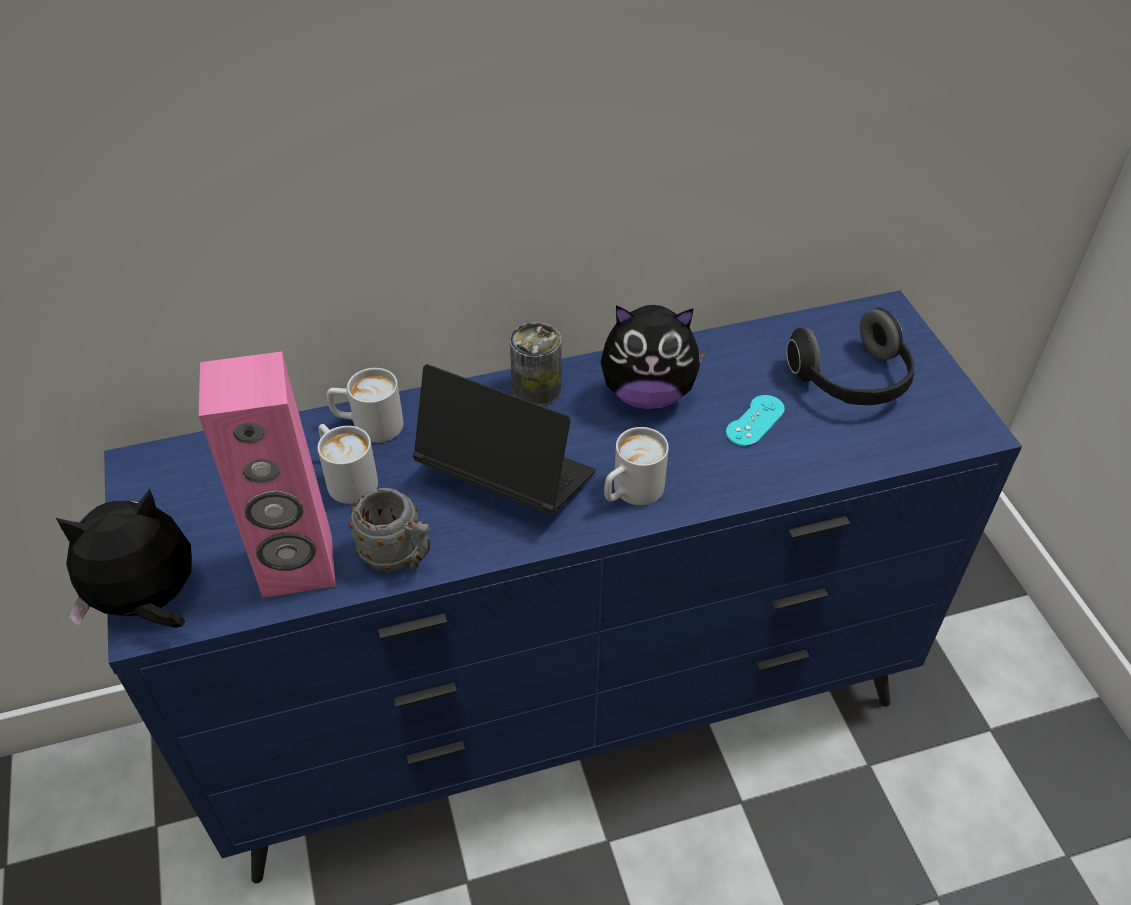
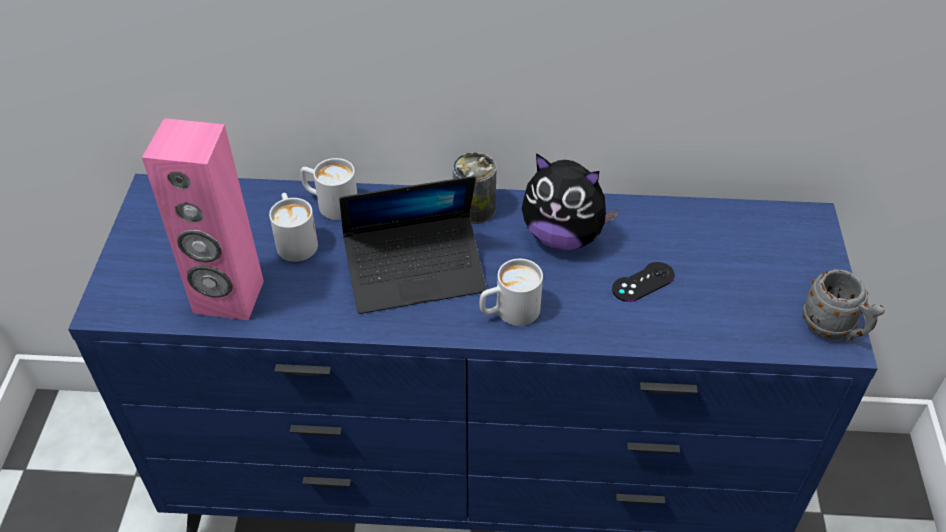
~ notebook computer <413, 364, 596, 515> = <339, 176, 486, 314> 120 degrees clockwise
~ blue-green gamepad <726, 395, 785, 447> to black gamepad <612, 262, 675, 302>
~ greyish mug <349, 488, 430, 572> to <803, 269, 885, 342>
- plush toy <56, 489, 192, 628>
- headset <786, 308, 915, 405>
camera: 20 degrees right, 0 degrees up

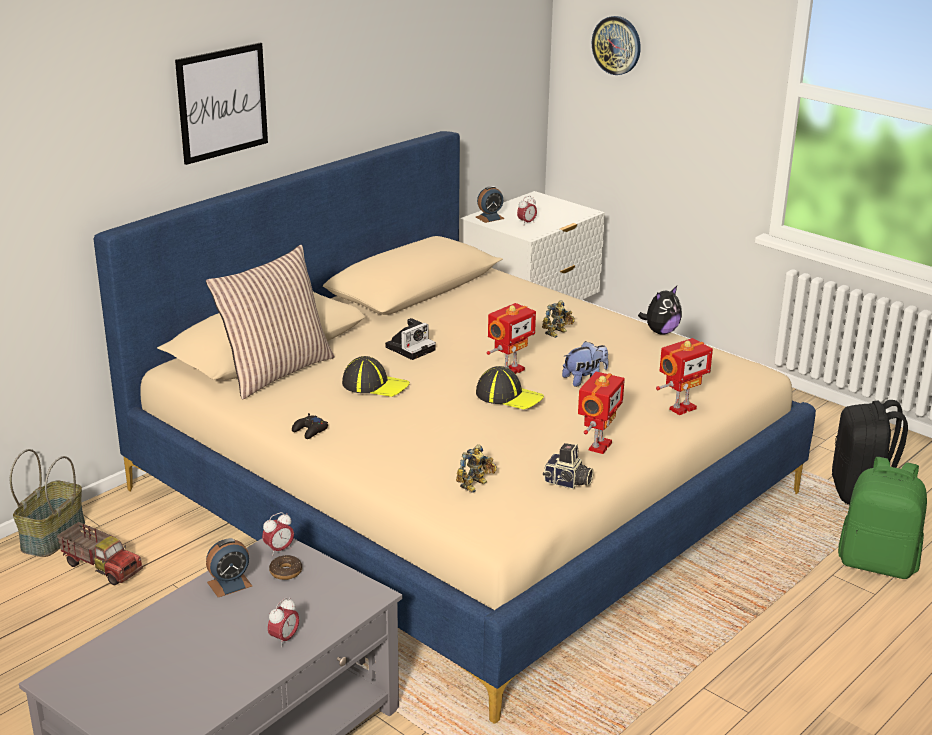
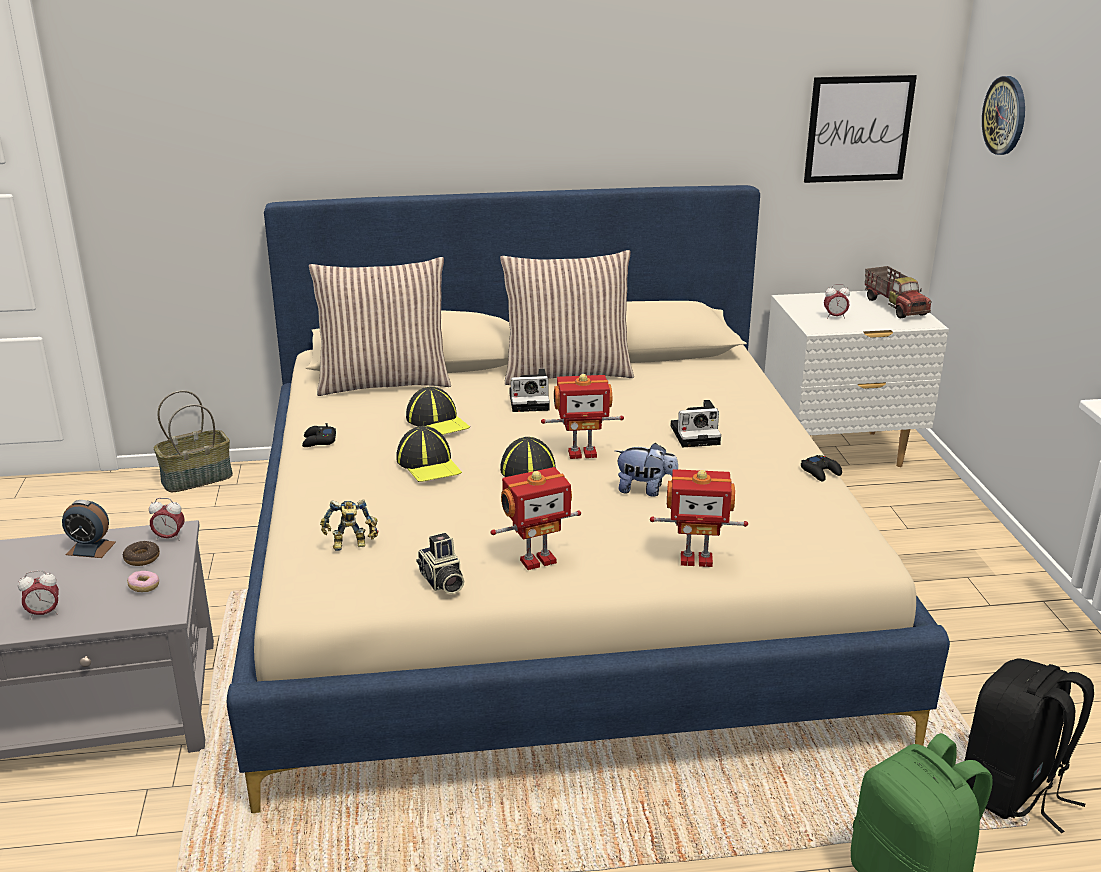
+ ring doughnut <127, 571, 159, 592>
+ baseball cap <396, 426, 462, 482>
+ throw pillow <500, 250, 634, 385>
~ toy robot <542, 300, 575, 338> to photo camera <671, 400, 721, 447>
~ plush toy <638, 286, 682, 335> to black gamepad <801, 455, 842, 482>
~ wall art <175, 43, 268, 165> to <804, 75, 917, 183>
~ toy truck <57, 522, 143, 585> to <865, 266, 932, 318>
- bedside clock <476, 186, 505, 223>
camera: 40 degrees right, 0 degrees up

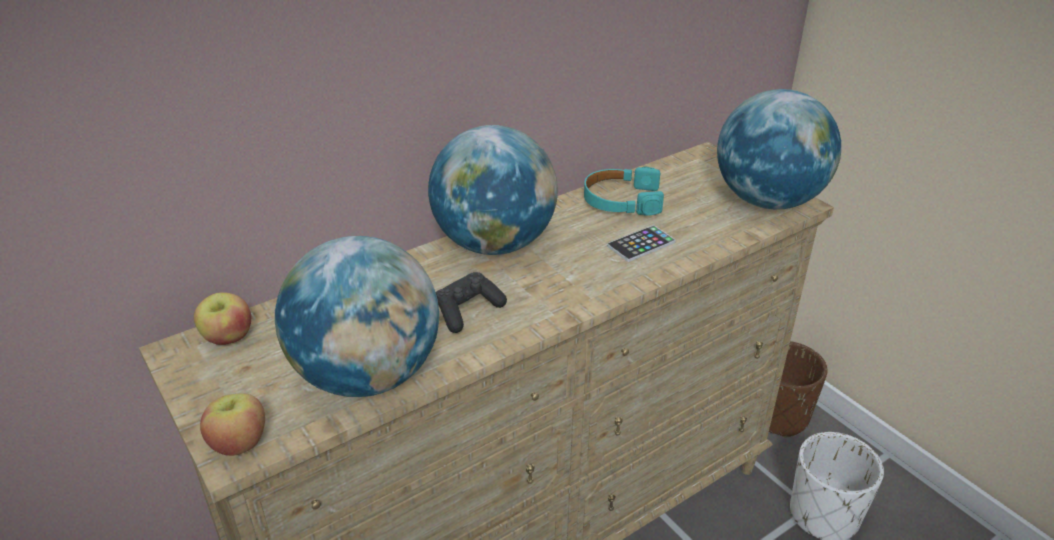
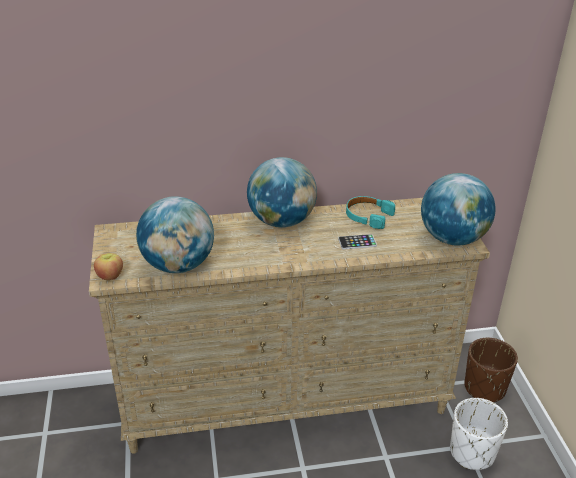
- whole apple <194, 292, 251, 345>
- black gamepad <436, 272, 507, 333>
camera: 25 degrees right, 0 degrees up

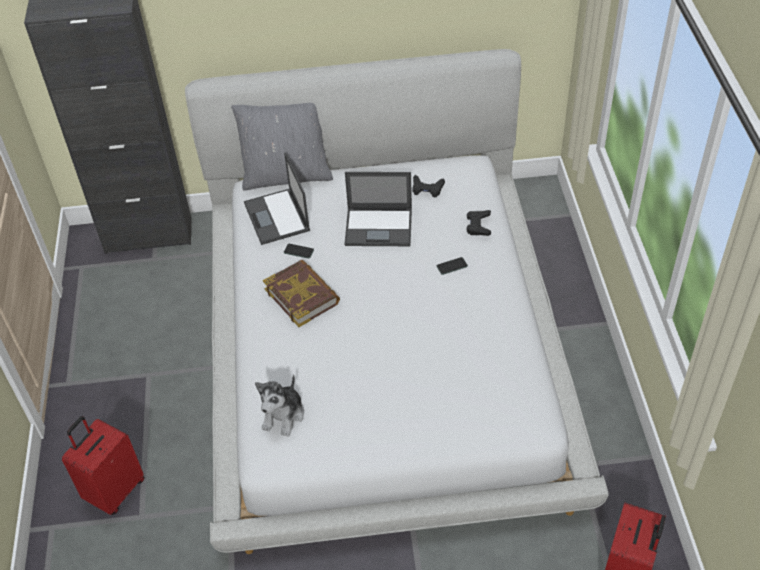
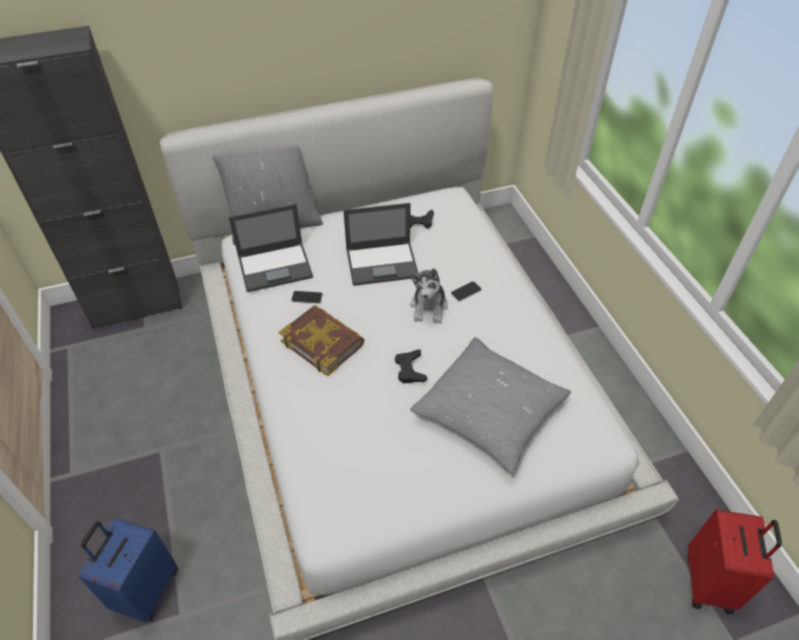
~ red piece of luggage <62, 416, 145, 515> to blue-coloured piece of luggage <79, 518, 178, 623>
~ notebook computer <244, 152, 310, 245> = <229, 204, 313, 292> 75 degrees counterclockwise
~ black gamepad <467, 210, 491, 236> to <395, 350, 427, 383>
~ plush toy <255, 374, 304, 437> to <410, 268, 448, 323>
+ greyish throw pillow <410, 337, 571, 474>
camera: 15 degrees left, 0 degrees up

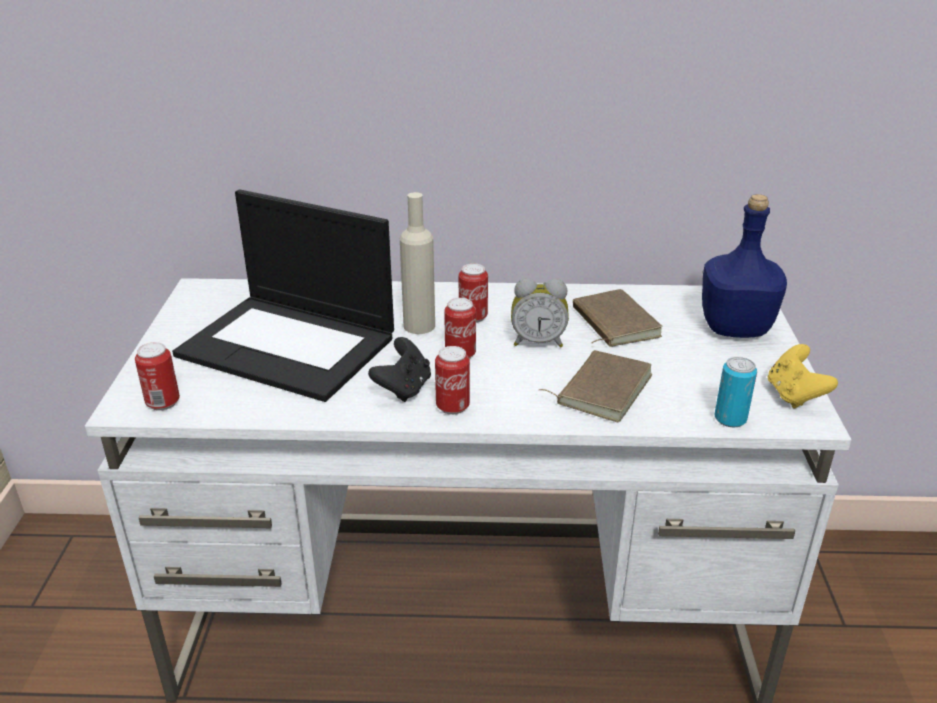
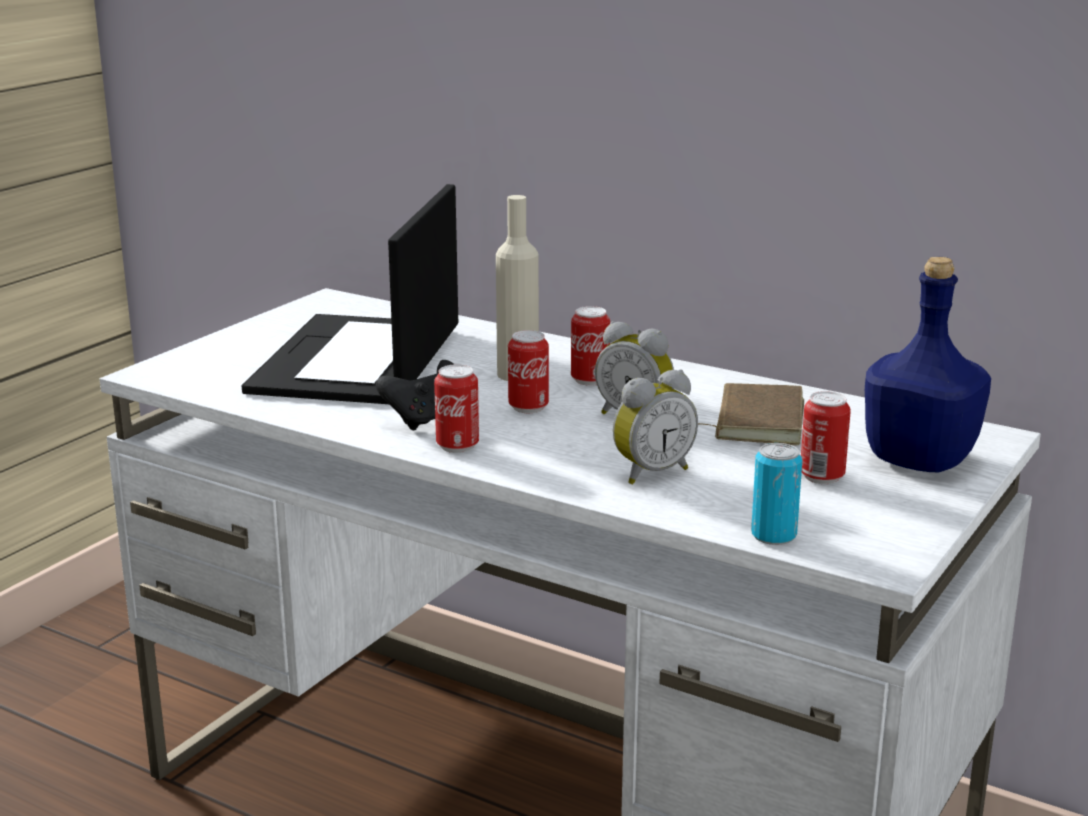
~ notebook computer <172, 189, 394, 402> = <242, 184, 458, 404> 45 degrees clockwise
~ brownish bound book <539, 350, 652, 422> to bedside clock <613, 369, 698, 485>
~ can <135, 342, 180, 411> to <801, 391, 851, 484>
- yellow gamepad <768, 344, 838, 409>
camera: 30 degrees right, 10 degrees down

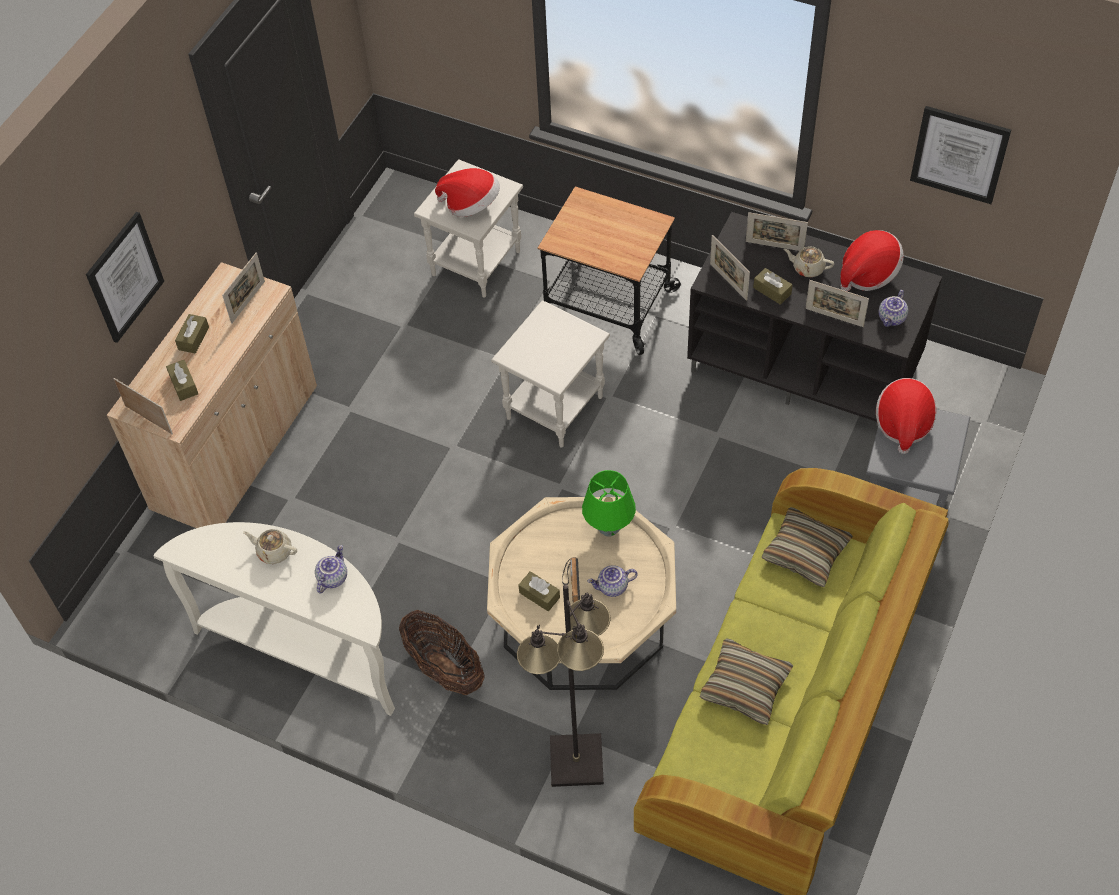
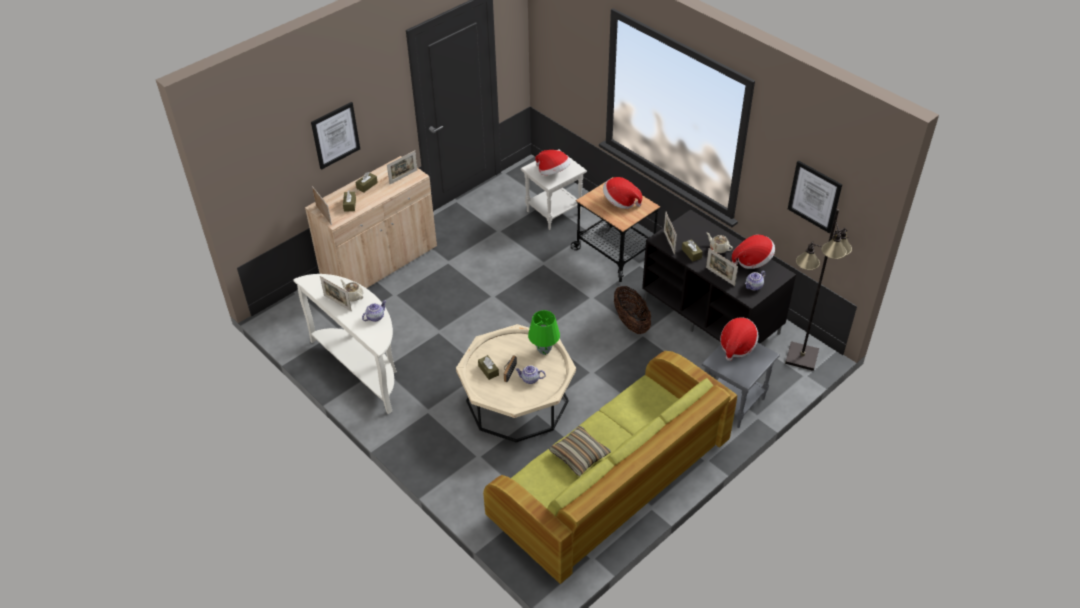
~ picture frame <746, 212, 808, 251> to <320, 276, 352, 311>
+ hat <603, 177, 642, 209>
~ basket <399, 610, 485, 695> to <614, 286, 651, 334>
~ black standing lamp <517, 585, 611, 787> to <785, 209, 852, 371>
- white-coloured side table <491, 300, 610, 448>
- throw pillow <761, 507, 853, 587>
camera: 20 degrees right, 10 degrees down

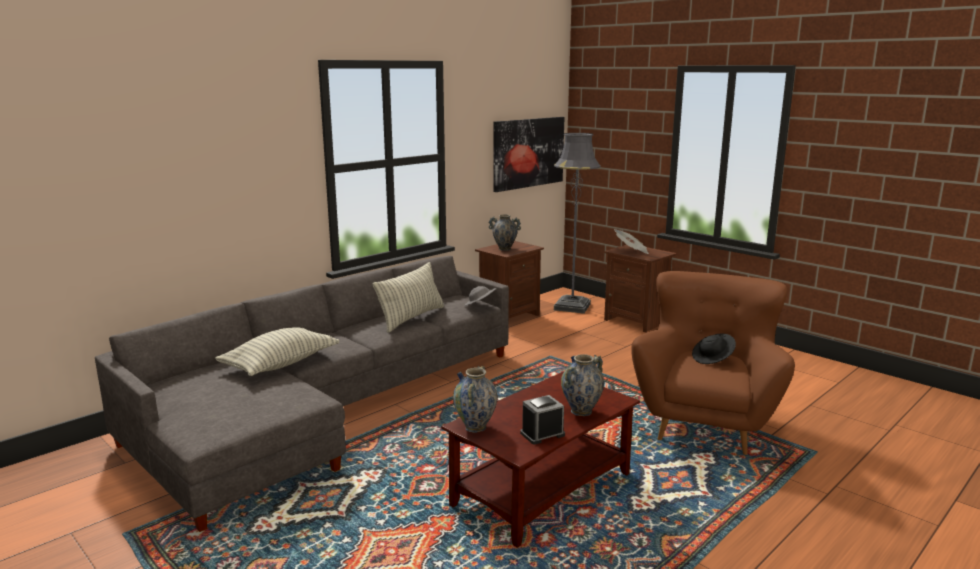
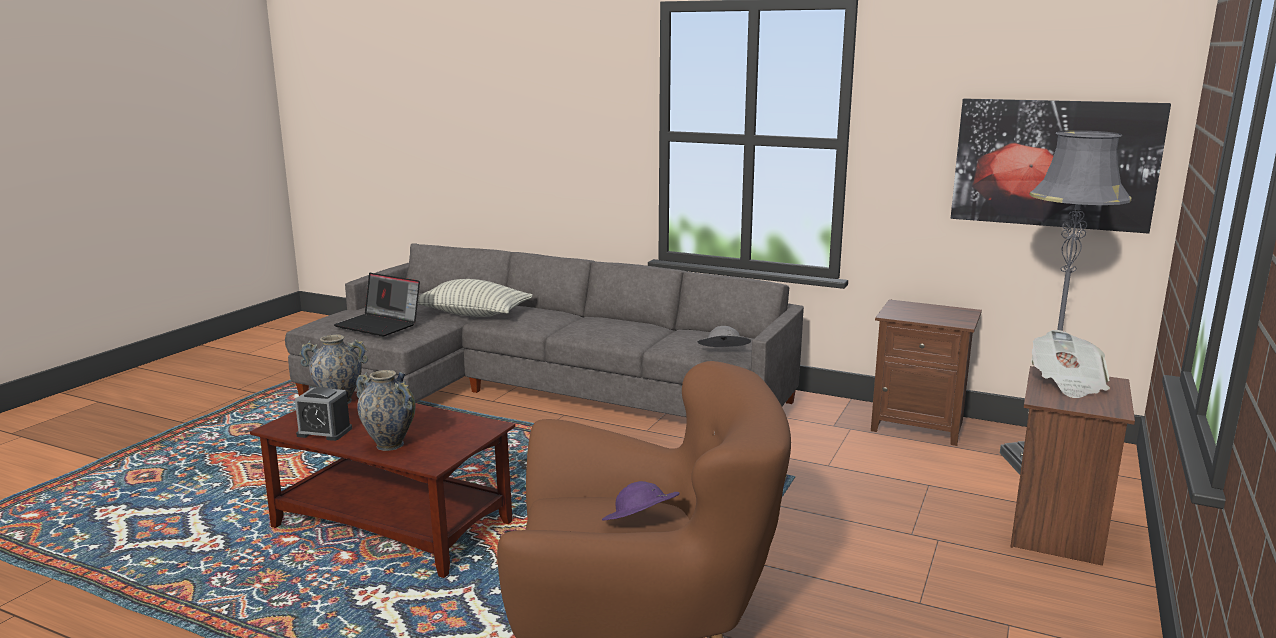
~ bedside clock <520, 395, 565, 444> = <295, 387, 352, 441> 150 degrees clockwise
+ notebook computer <334, 273, 420, 336>
~ black hat <692, 334, 736, 364> to purple hat <602, 481, 680, 521>
- throw pillow <373, 262, 444, 333>
- flower vase <489, 215, 521, 251>
camera: 70 degrees right, 0 degrees up

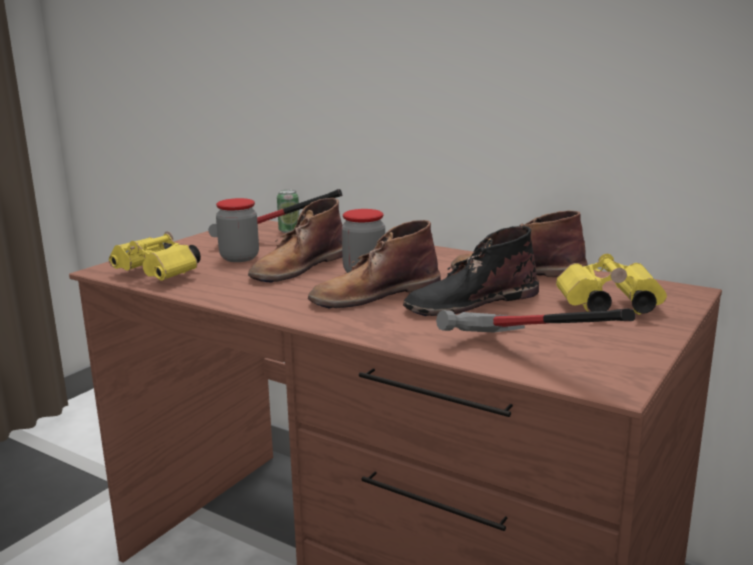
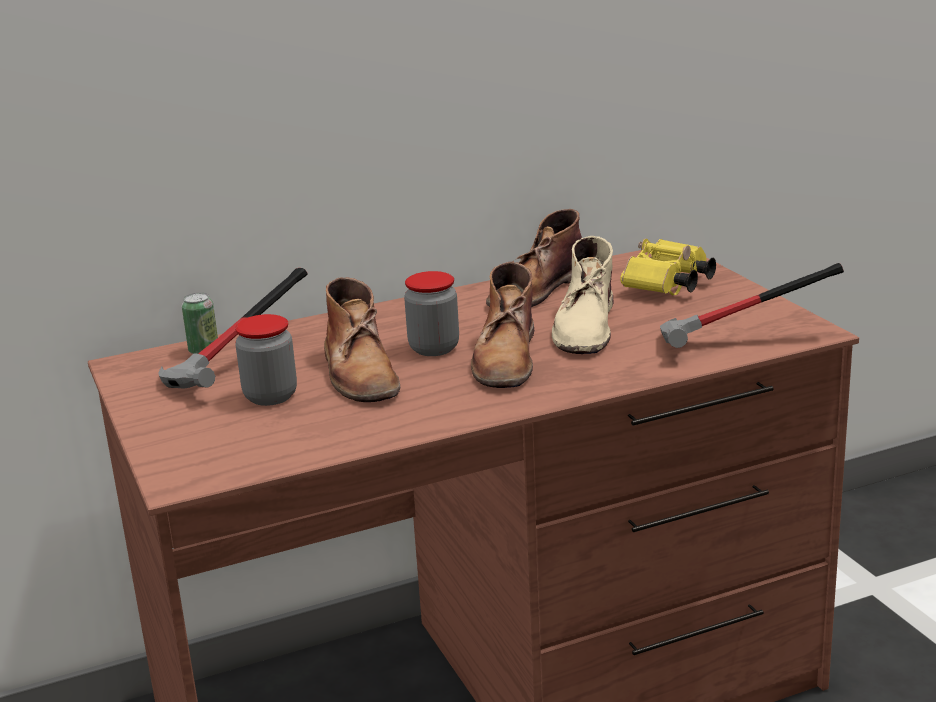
~ black high-top boot <403, 226, 539, 316> to beige-coloured high-top boot <552, 236, 613, 354>
- yellow field glasses <109, 231, 201, 281>
camera: 55 degrees left, 5 degrees up

